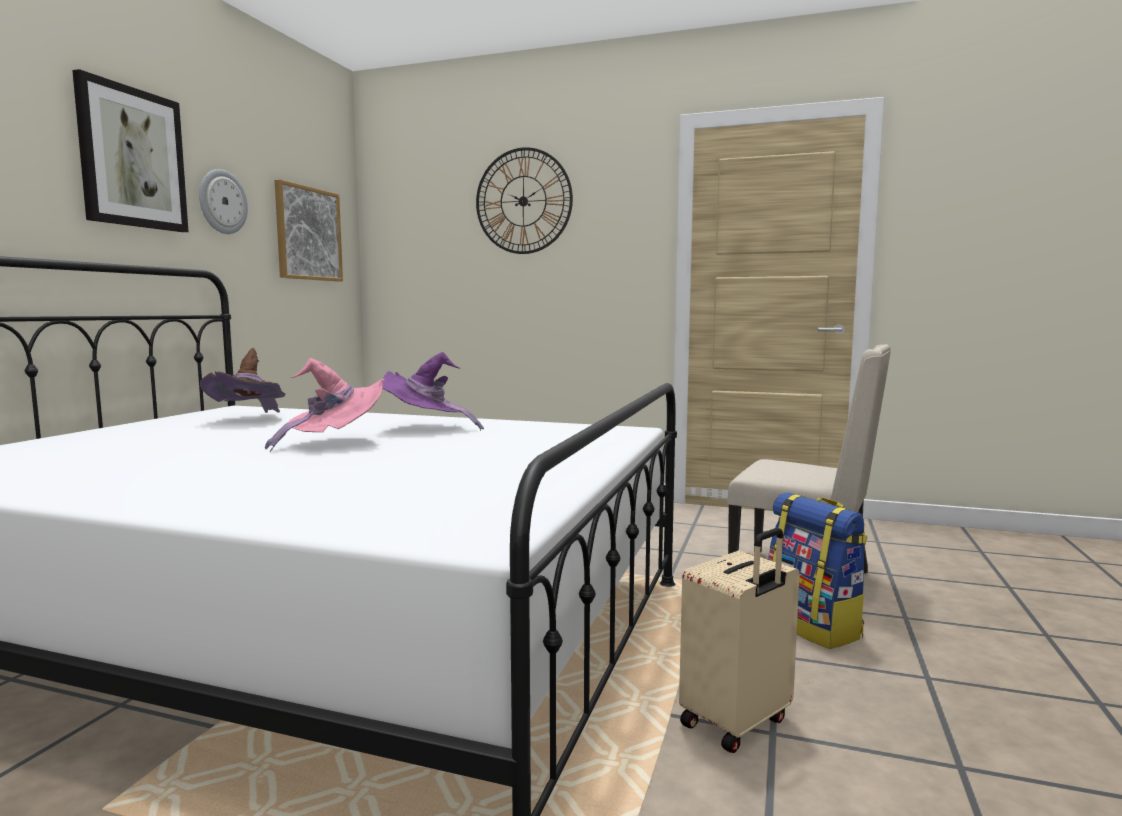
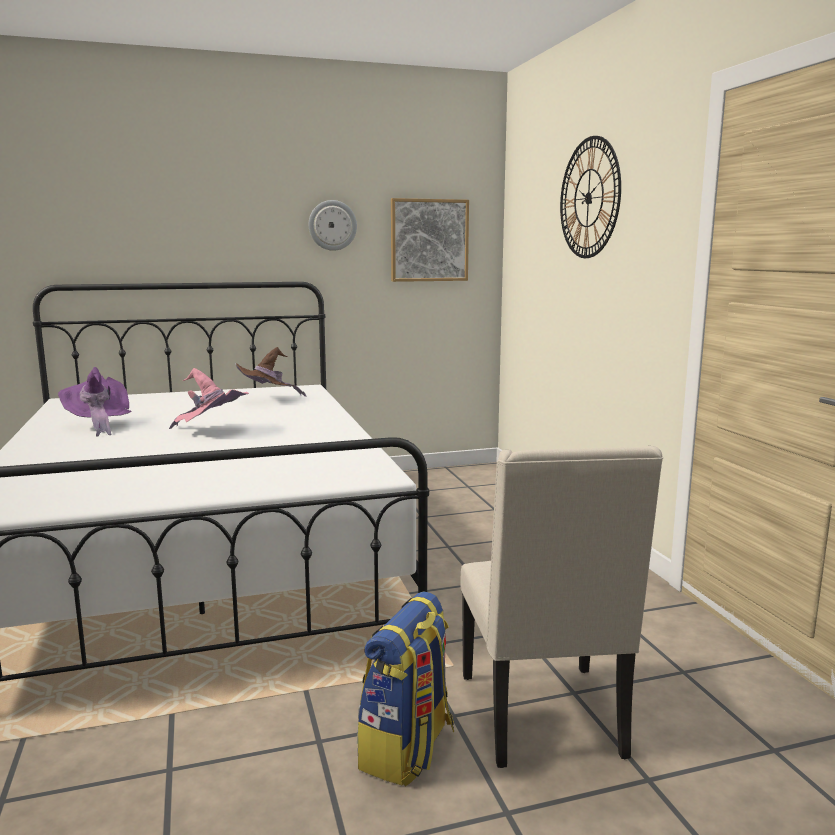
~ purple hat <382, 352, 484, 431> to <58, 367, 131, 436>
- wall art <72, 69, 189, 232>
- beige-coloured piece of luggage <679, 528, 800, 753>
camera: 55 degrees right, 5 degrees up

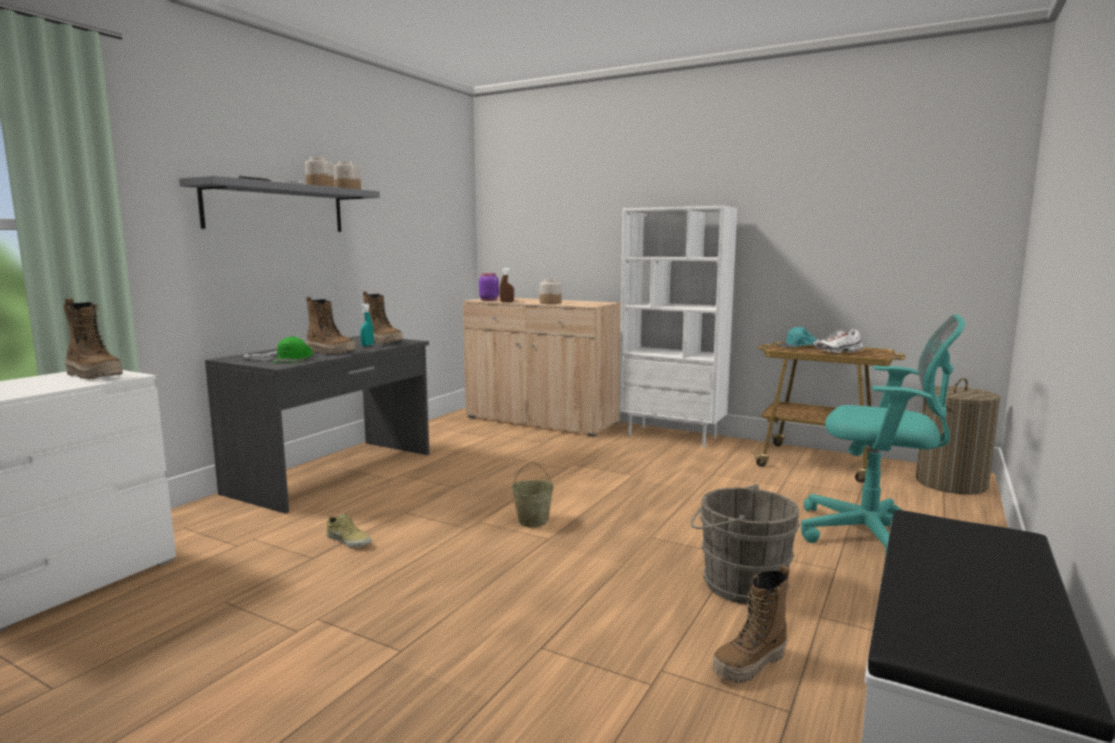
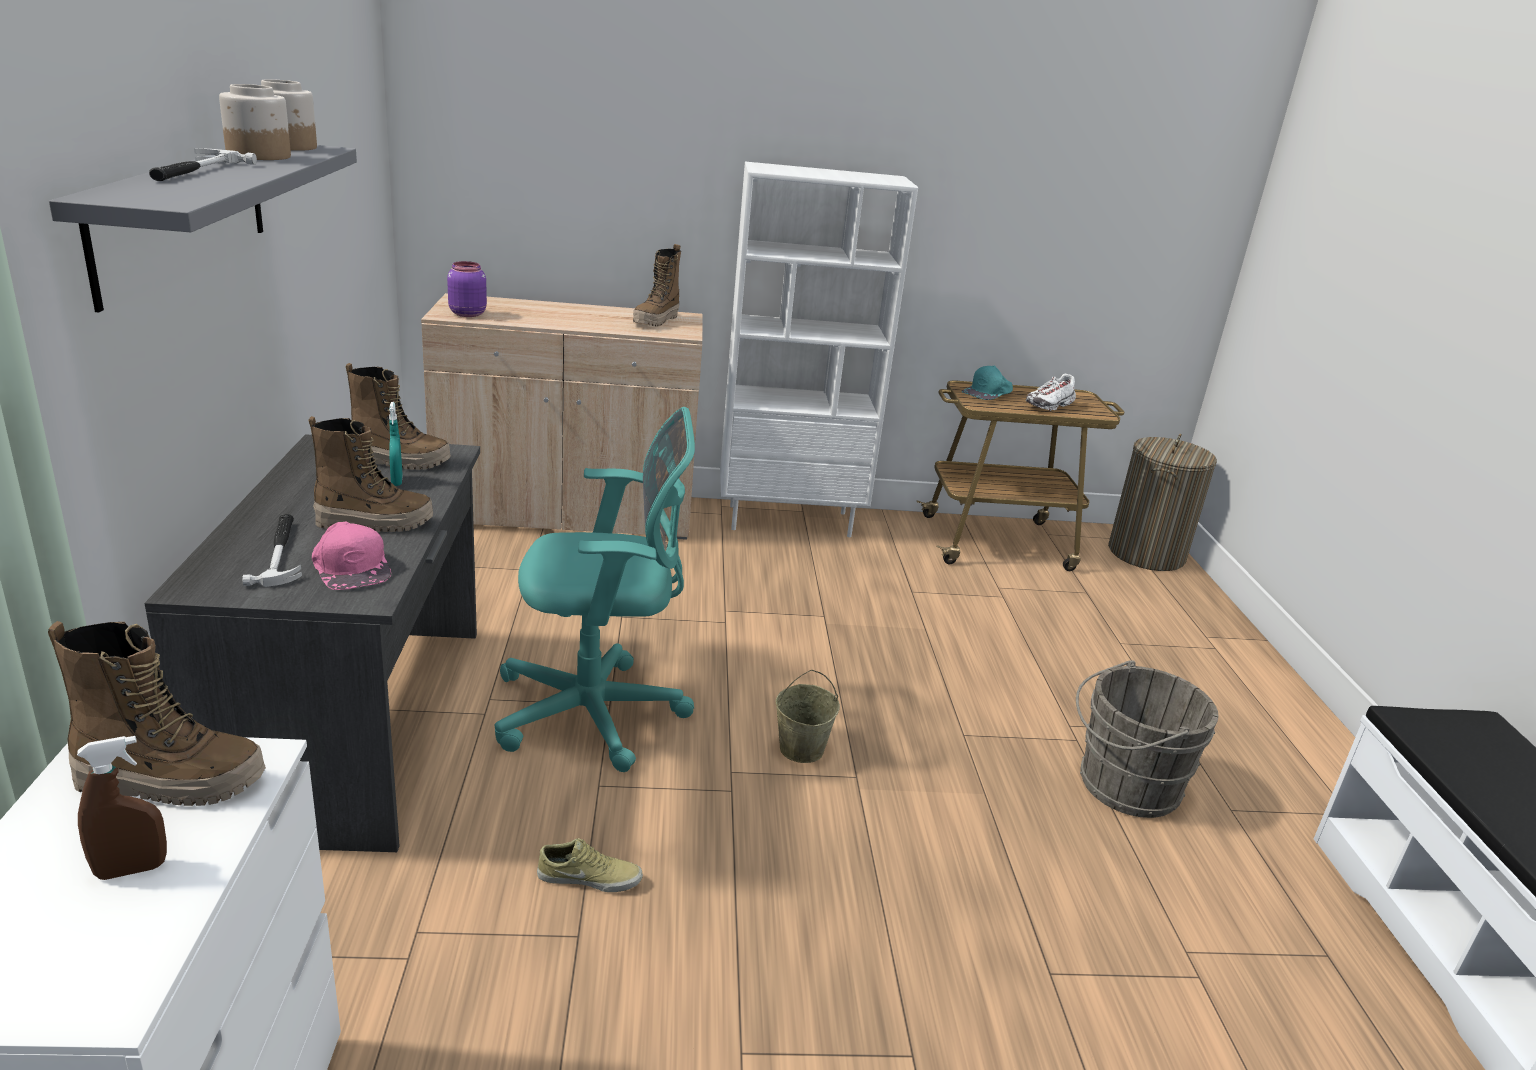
~ brownish spray bottle <499, 268, 514, 302> to <77, 736, 167, 880>
~ green-coloured baseball cap <272, 336, 313, 363> to pink baseball cap <312, 521, 391, 590>
~ blue-green desk chair <801, 314, 965, 556> to <495, 407, 695, 772>
~ high-top boot <713, 565, 790, 683> to <633, 244, 681, 327>
- storage jar <540, 279, 561, 304>
camera: 35 degrees left, 15 degrees up

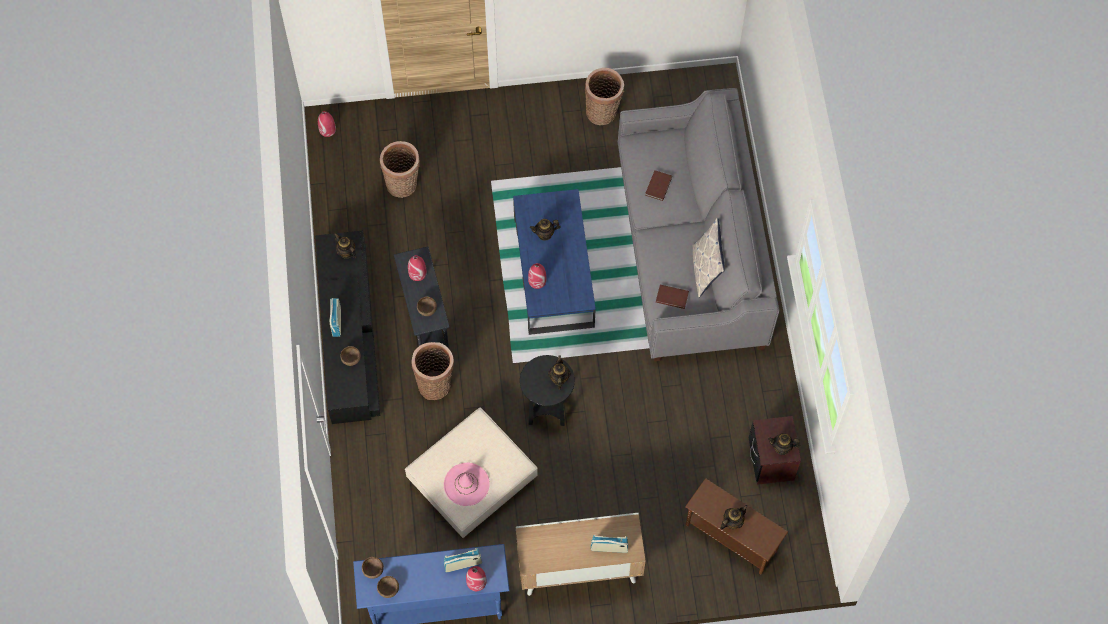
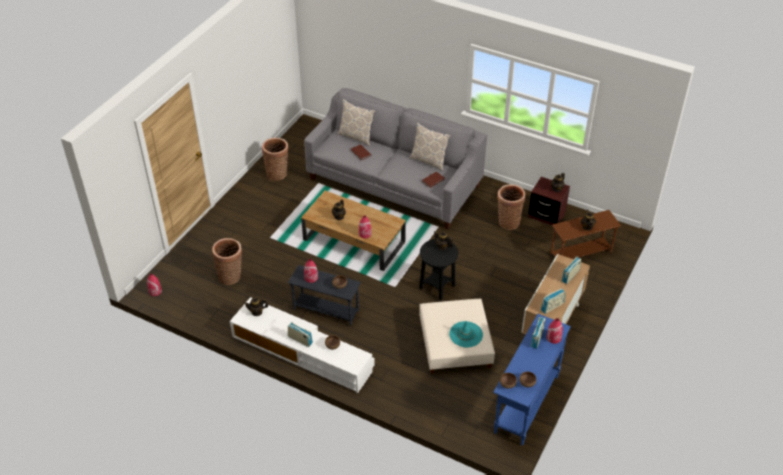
~ black media console <315, 230, 380, 424> to white-coloured media console <230, 297, 375, 393>
~ blue-coloured lounge table <513, 189, 596, 335> to brownish lounge table <301, 191, 406, 271>
+ throw pillow <337, 99, 376, 146>
~ pink hat <444, 463, 490, 506> to blue-green hat <449, 321, 483, 347>
~ basket <411, 342, 454, 400> to <497, 184, 525, 230>
+ radio receiver <541, 288, 566, 314>
camera: 55 degrees left, 20 degrees down

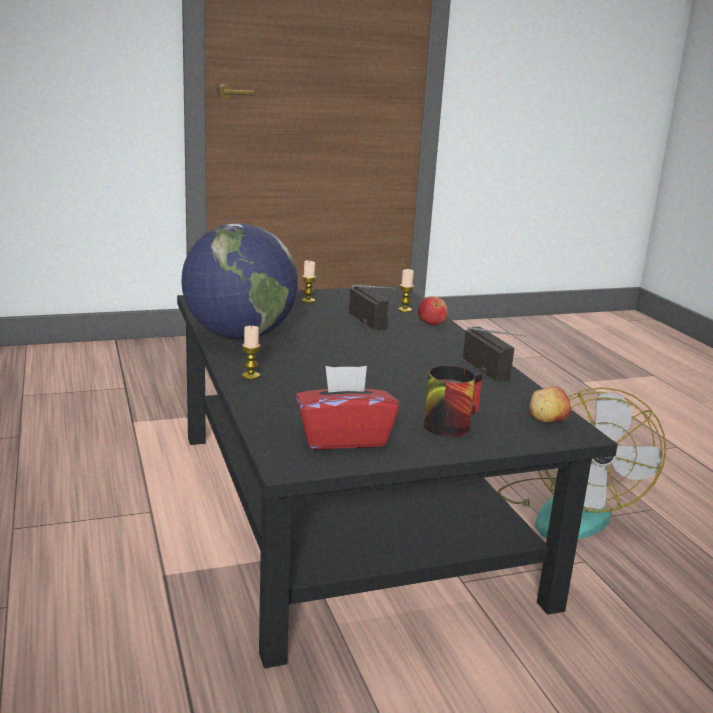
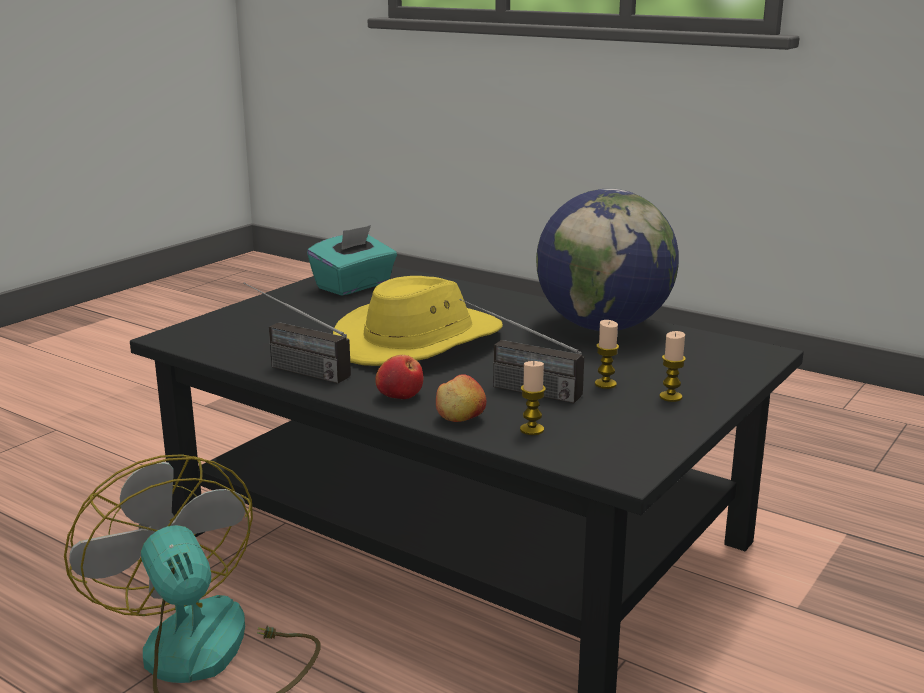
~ red tissue box <295, 366, 399, 449> to blue-green tissue box <307, 225, 397, 296>
+ yellow hat <333, 276, 503, 366>
~ whole apple <529, 386, 571, 422> to <375, 355, 423, 399>
~ candle <242, 326, 261, 380> to <595, 320, 619, 389>
- mug <424, 366, 482, 437>
camera: 145 degrees right, 0 degrees up

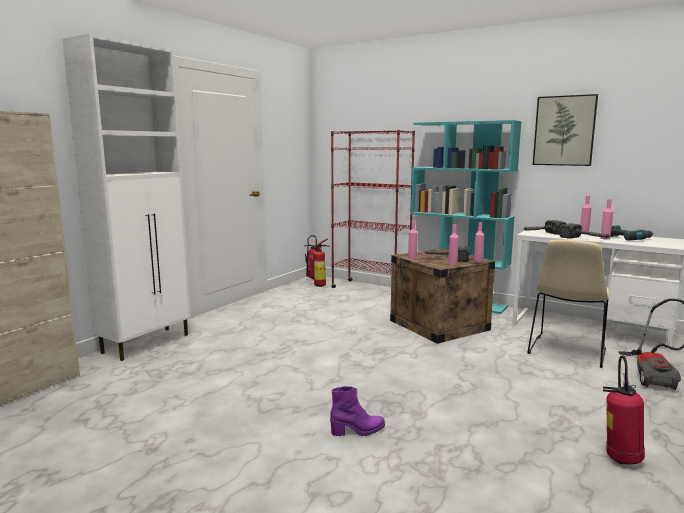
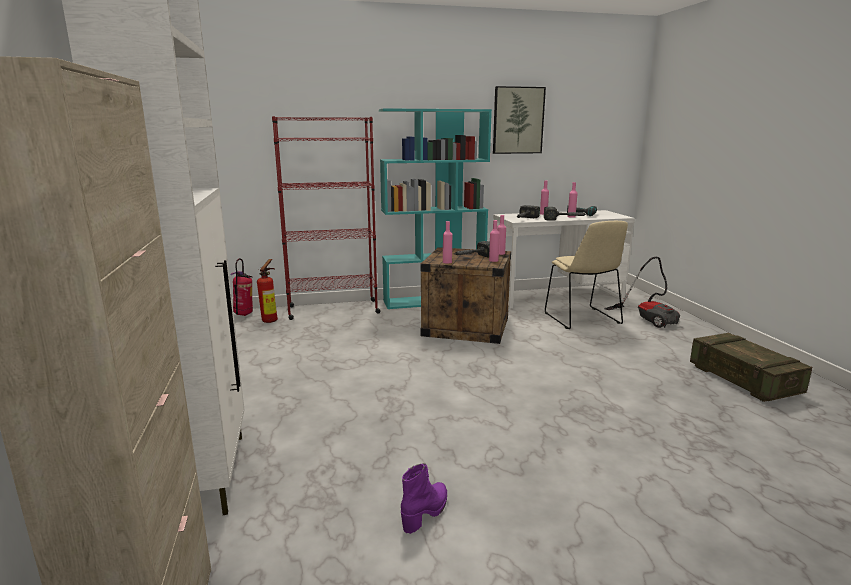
~ purple high-top boot <330, 386, 385, 436> to <401, 463, 447, 534>
~ fire-fighting cylinder <603, 355, 645, 465> to crate <690, 333, 812, 402>
camera: 45 degrees left, 5 degrees up

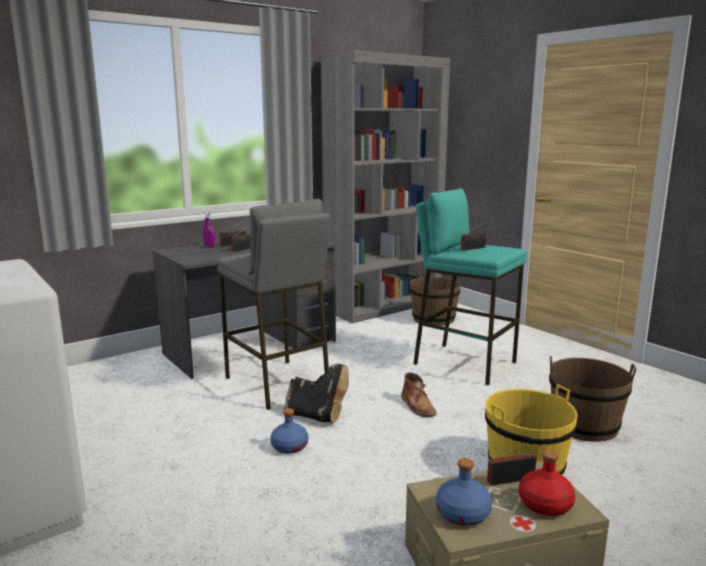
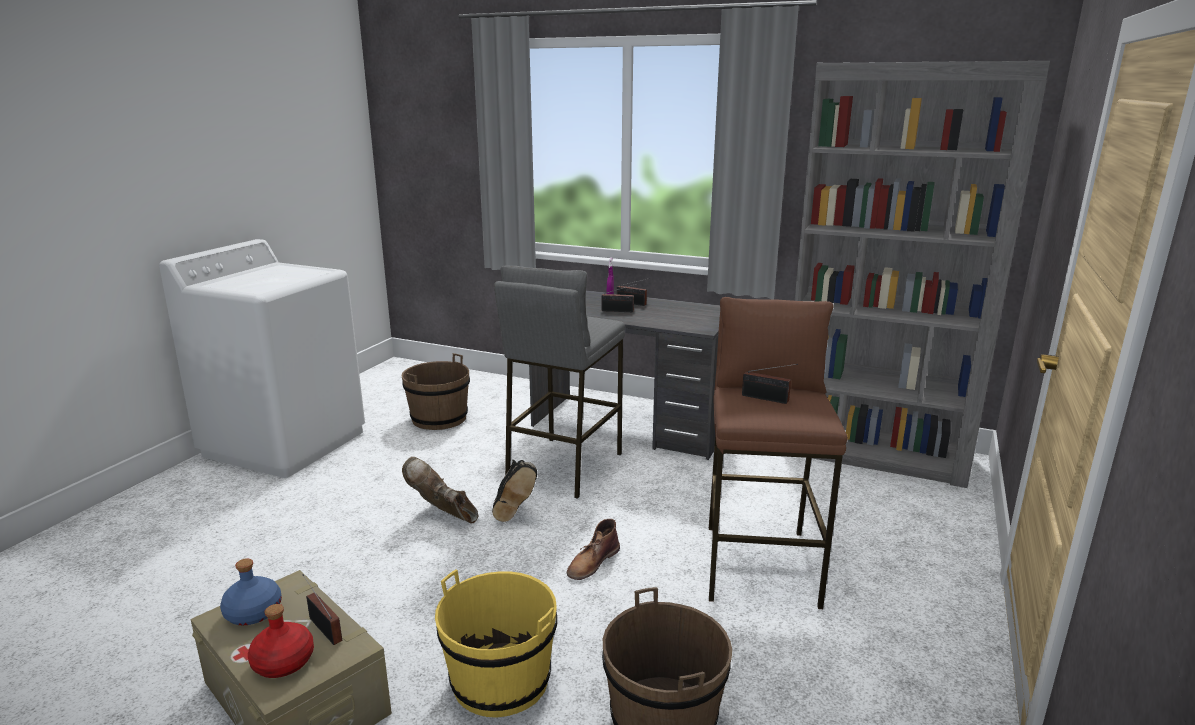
~ brownish water bucket <410, 270, 461, 326> to <402, 353, 470, 430>
~ blue-coloured drink bottle <270, 408, 308, 454> to brownish high-top boot <402, 457, 479, 524>
~ blue-green sitting stool <413, 188, 527, 386> to brownish sitting stool <709, 297, 848, 609>
camera: 60 degrees right, 5 degrees up

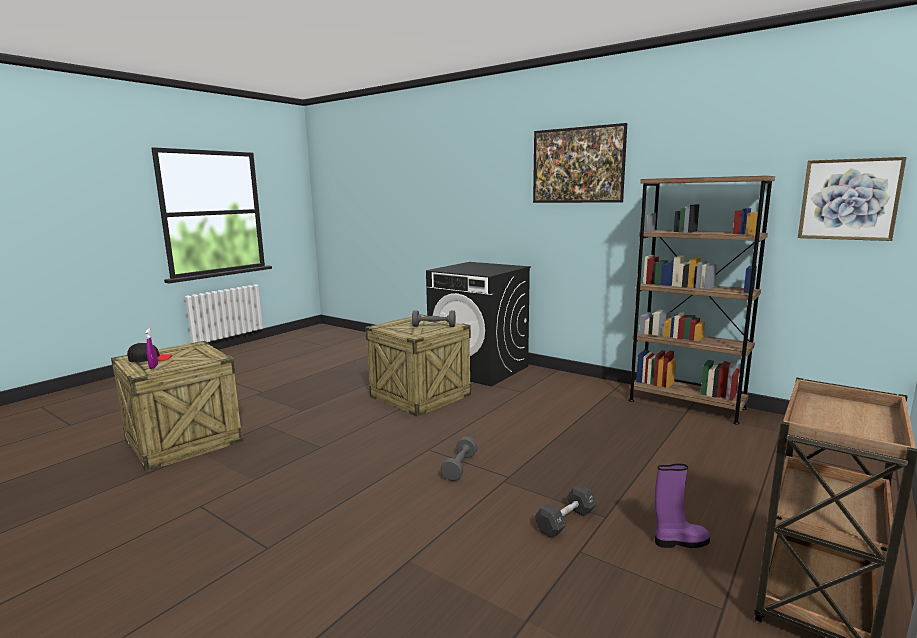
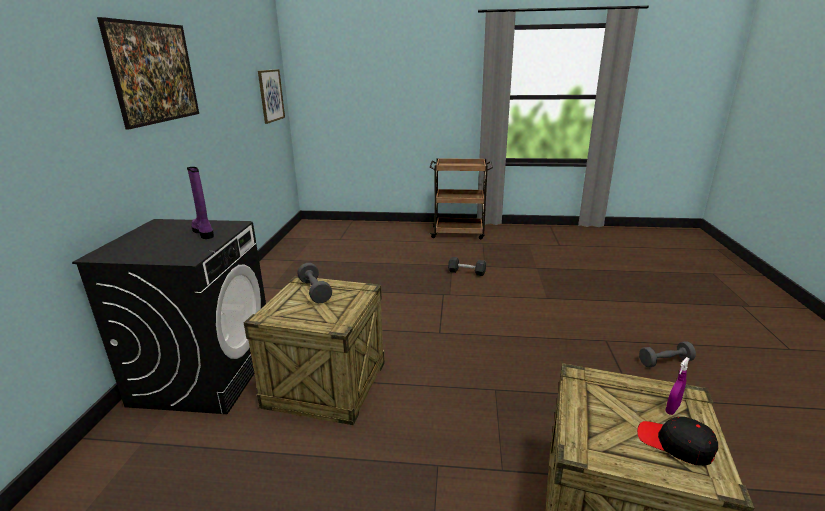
~ purple high-top boot <655, 464, 710, 548> to <187, 167, 214, 239>
~ greyish free weight <441, 437, 477, 481> to <639, 341, 696, 367>
- brownish shelving unit <628, 176, 775, 425>
camera: 120 degrees left, 10 degrees up

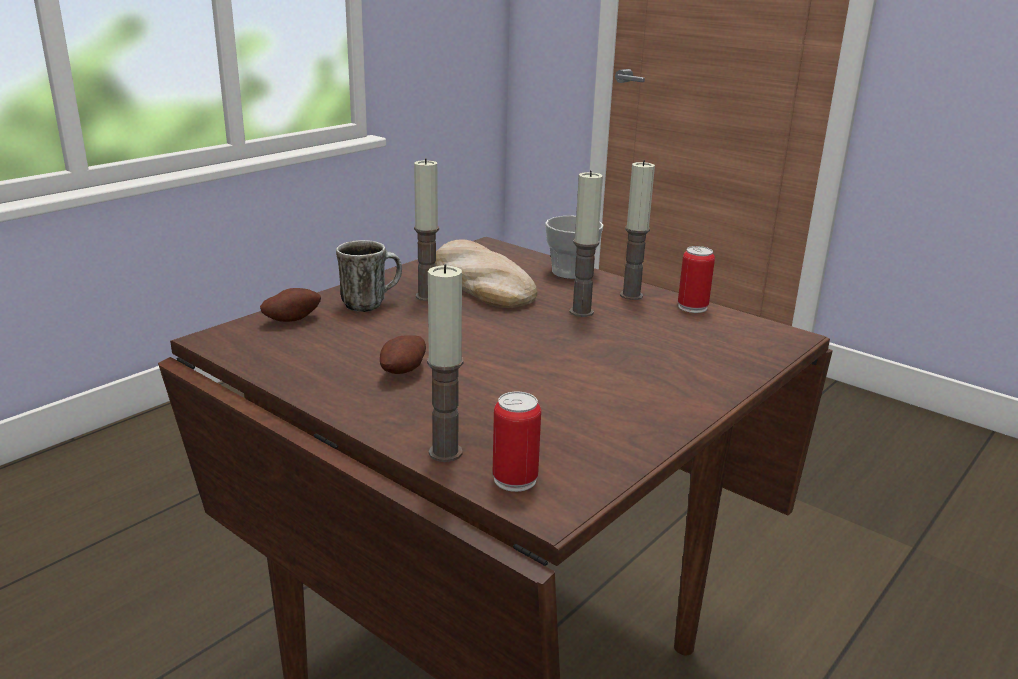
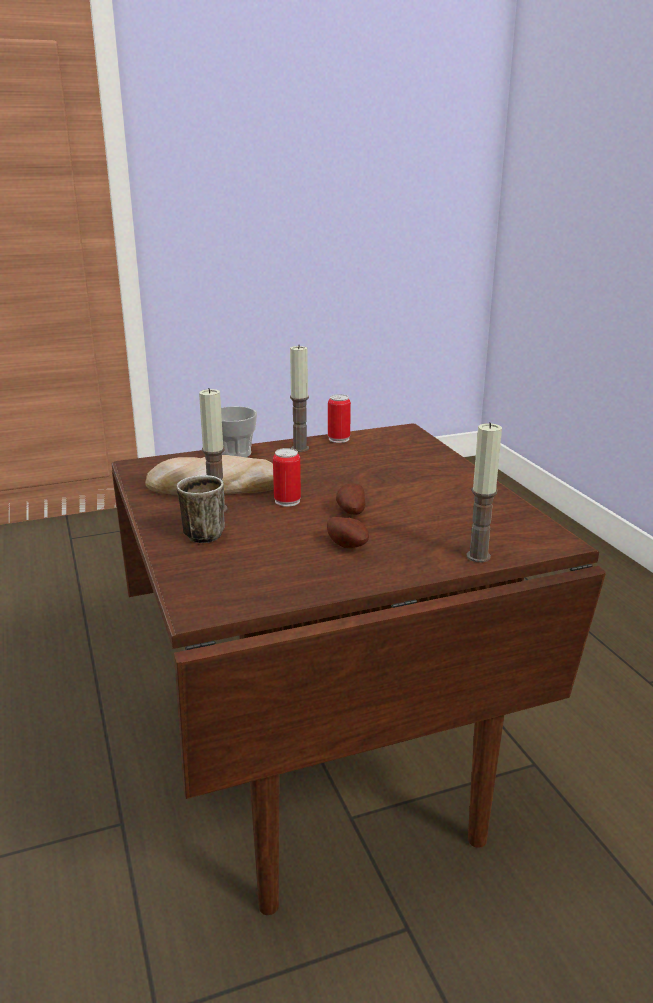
~ can <493, 392, 541, 492> to <273, 448, 301, 507>
~ spud <260, 288, 321, 322> to <336, 483, 366, 515>
- candle <570, 170, 603, 317>
camera: 60 degrees left, 0 degrees up

